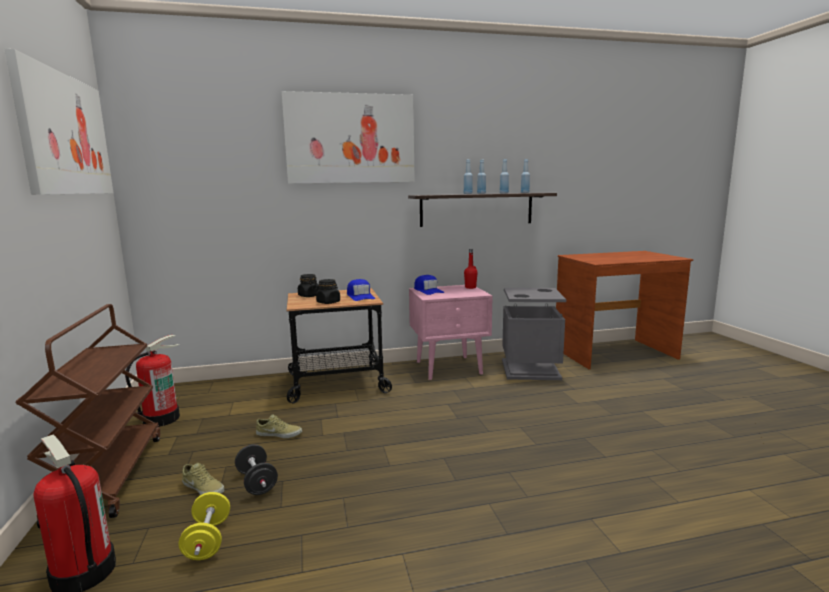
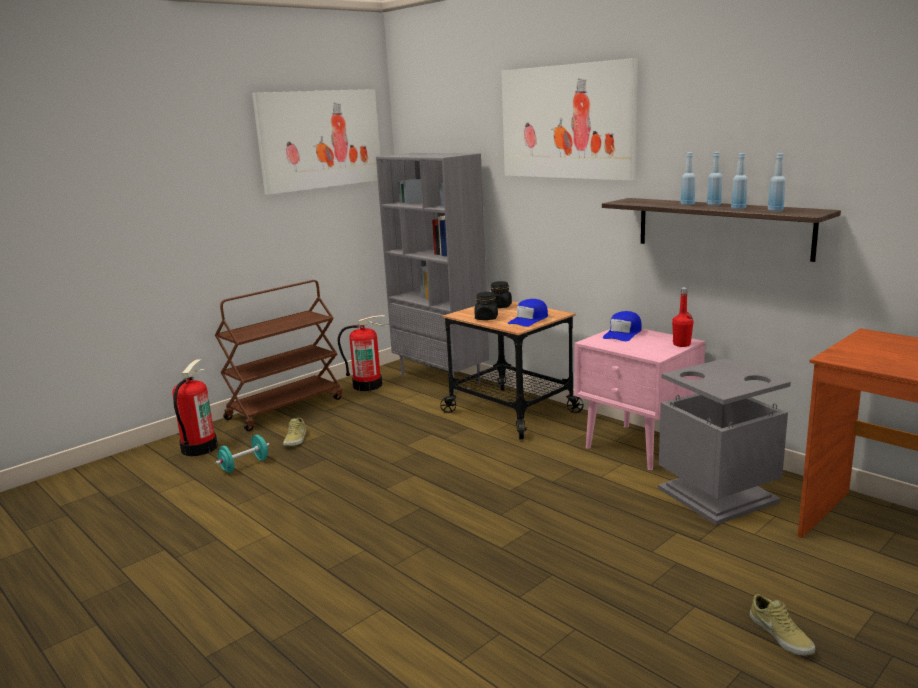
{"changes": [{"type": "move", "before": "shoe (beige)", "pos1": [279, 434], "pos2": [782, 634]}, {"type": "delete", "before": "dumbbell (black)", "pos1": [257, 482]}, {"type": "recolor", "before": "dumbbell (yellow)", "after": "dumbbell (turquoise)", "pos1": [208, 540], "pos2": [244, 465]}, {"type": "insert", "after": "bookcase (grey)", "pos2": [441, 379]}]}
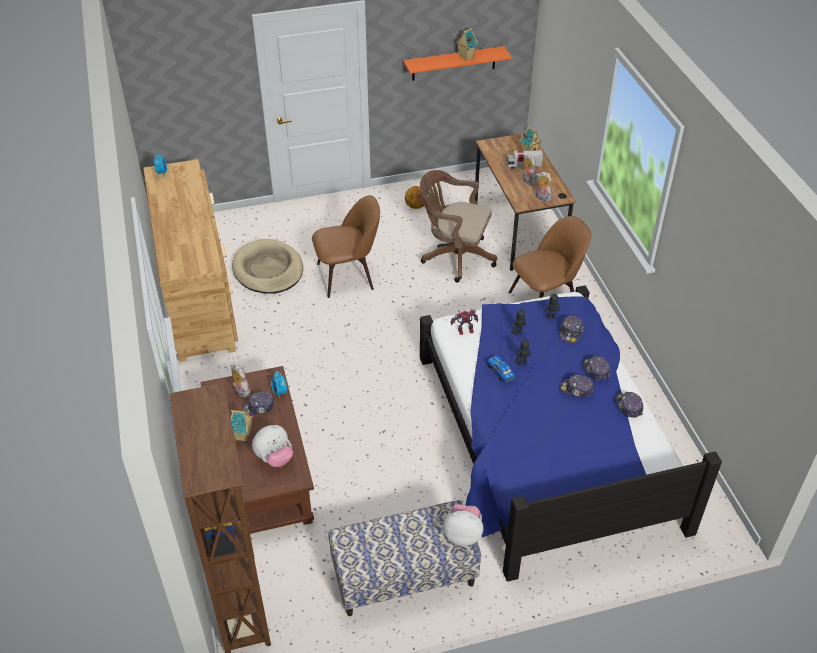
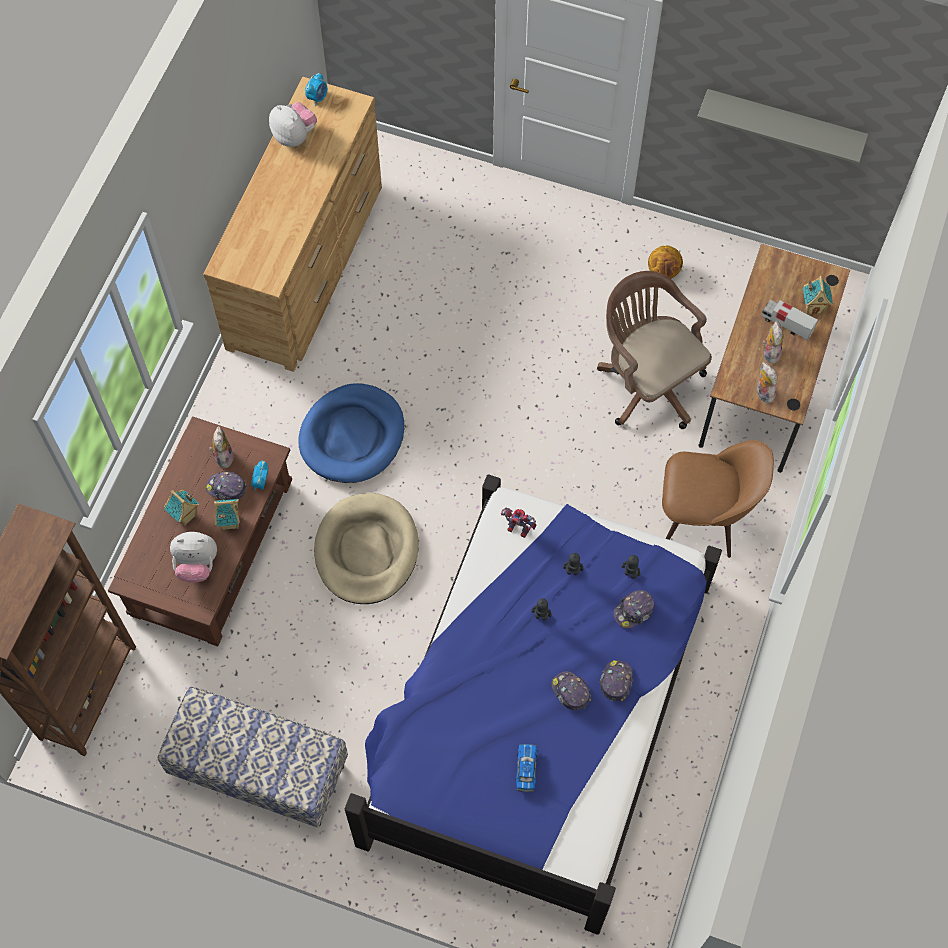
{"changes": [{"type": "move", "before": "toy house", "pos1": [466, 57], "pos2": [229, 522]}, {"type": "recolor", "before": "shelf (orange)", "after": "shelf (grey)", "pos1": [454, 63], "pos2": [784, 122]}, {"type": "delete", "before": "chair (brown)", "pos1": [348, 275]}, {"type": "move", "before": "dog bed (beige)", "pos1": [268, 270], "pos2": [366, 551]}, {"type": "move", "before": "toy car", "pos1": [501, 372], "pos2": [526, 769]}, {"type": "delete", "before": "cap", "pos1": [628, 406]}, {"type": "move", "before": "plush toy", "pos1": [463, 534], "pos2": [294, 136]}, {"type": "insert", "after": "dog bed (blue)", "pos2": [352, 436]}]}
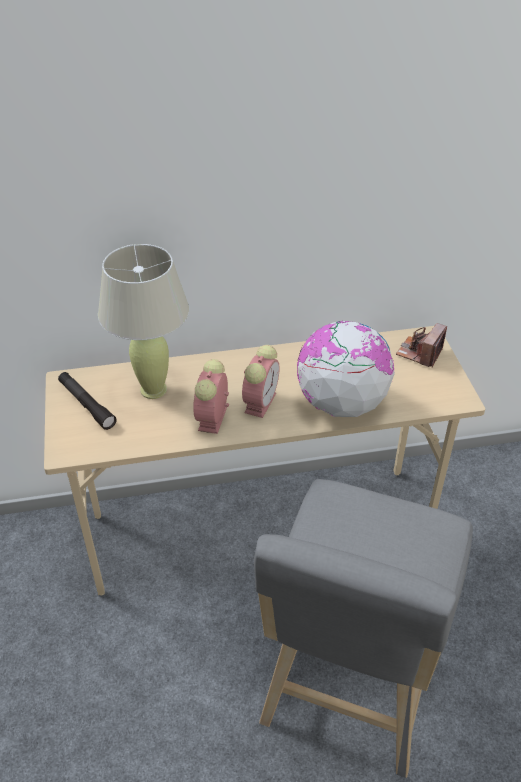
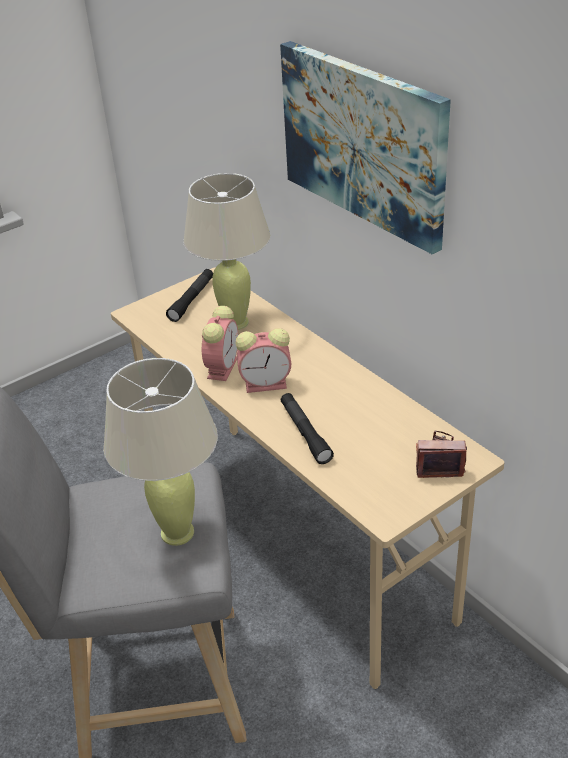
{"changes": [{"type": "replace", "before": "globe", "after": "flashlight (black)", "pos1": [341, 404], "pos2": [305, 433]}, {"type": "rotate", "before": "alarm clock", "pos1": [212, 420], "pos2": [222, 367], "turn": 120}, {"type": "insert", "after": "picture", "pos2": [364, 142]}, {"type": "insert", "after": "table lamp (beige)", "pos2": [177, 533]}]}
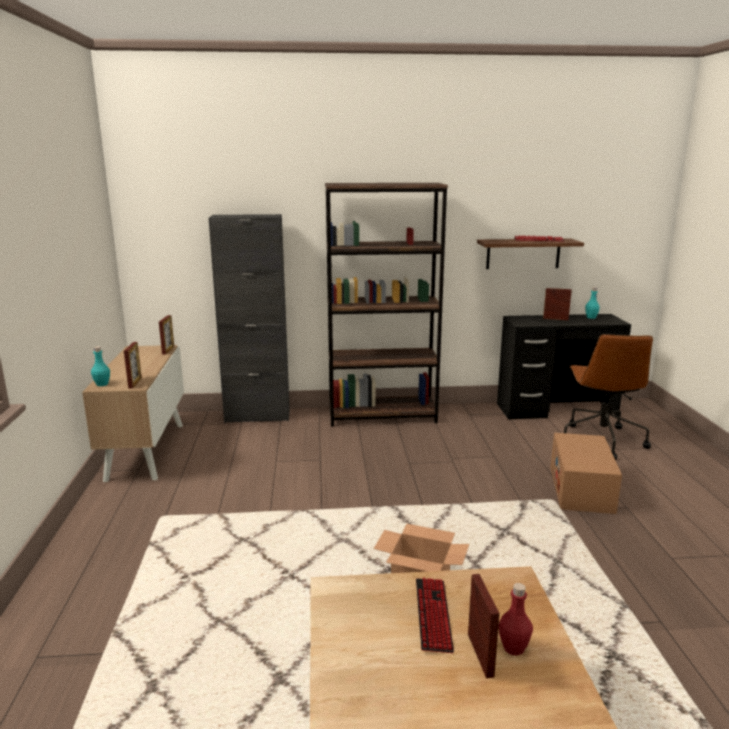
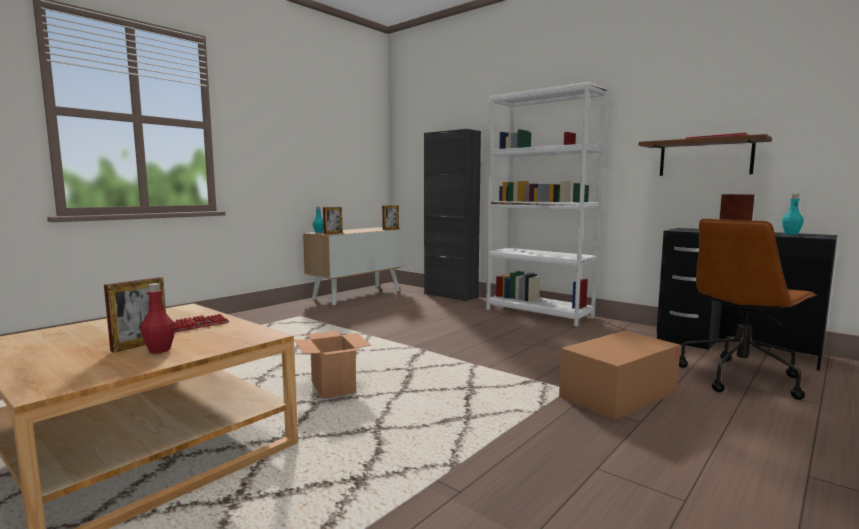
{"changes": [{"type": "recolor", "before": "bookcase (brown)", "after": "bookcase (white)", "pos1": [382, 416], "pos2": [538, 313]}]}
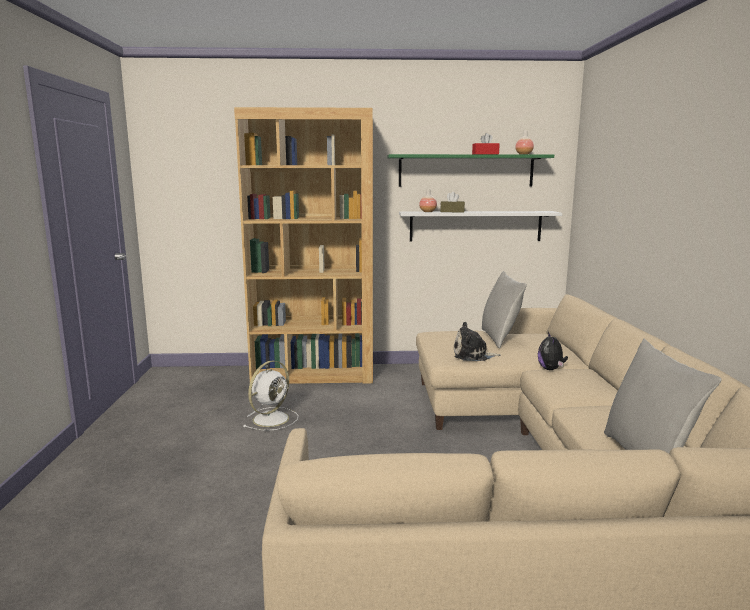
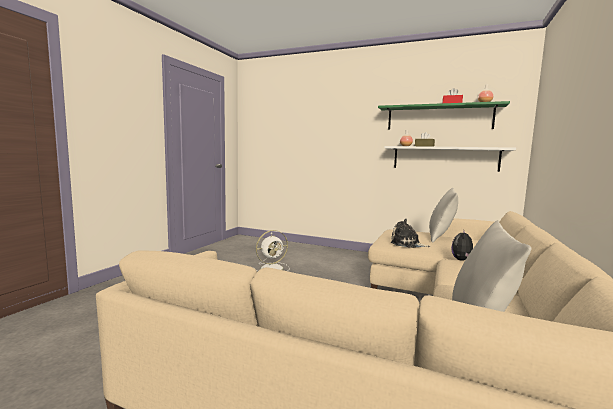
{"changes": [{"type": "delete", "before": "bookcase (brown)", "pos1": [313, 374]}]}
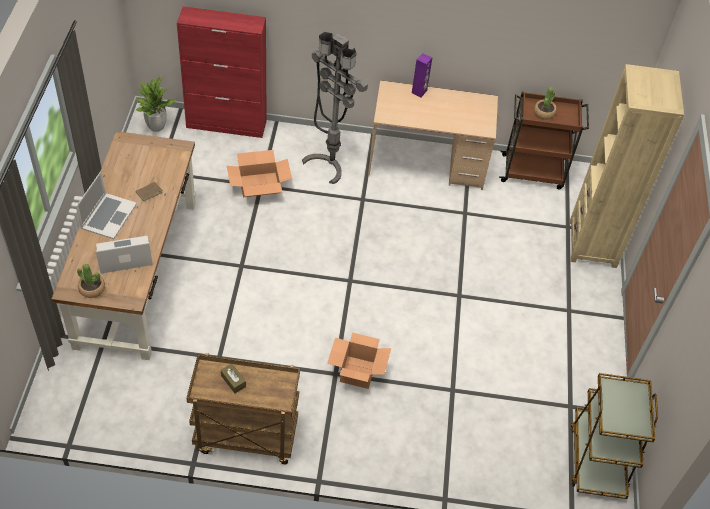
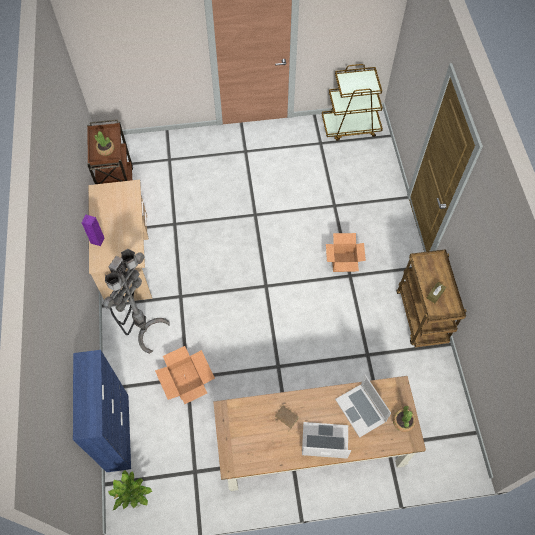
{"changes": [{"type": "recolor", "before": "cabinet (red)", "after": "cabinet (blue)", "pos1": [227, 124], "pos2": [118, 432]}, {"type": "delete", "before": "bookcase (beige)", "pos1": [593, 243]}]}
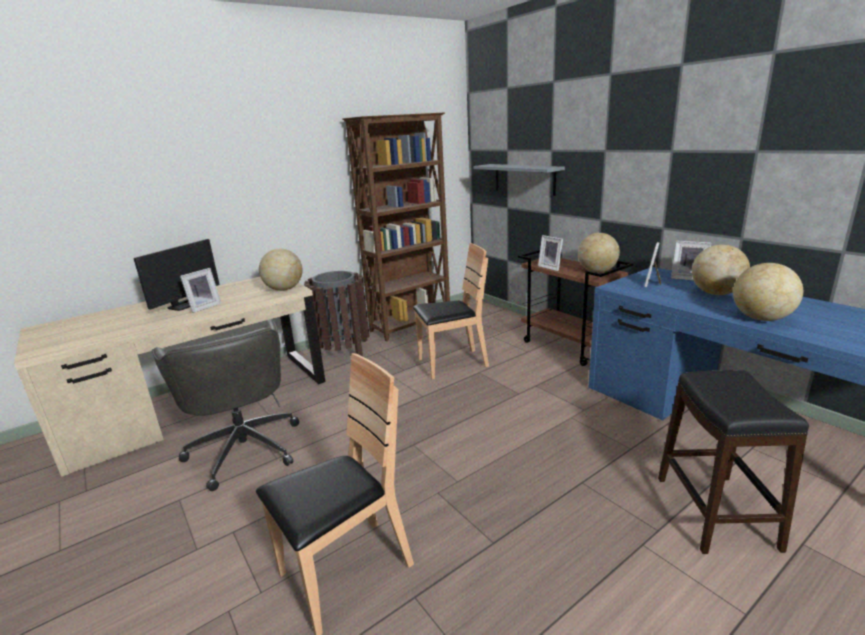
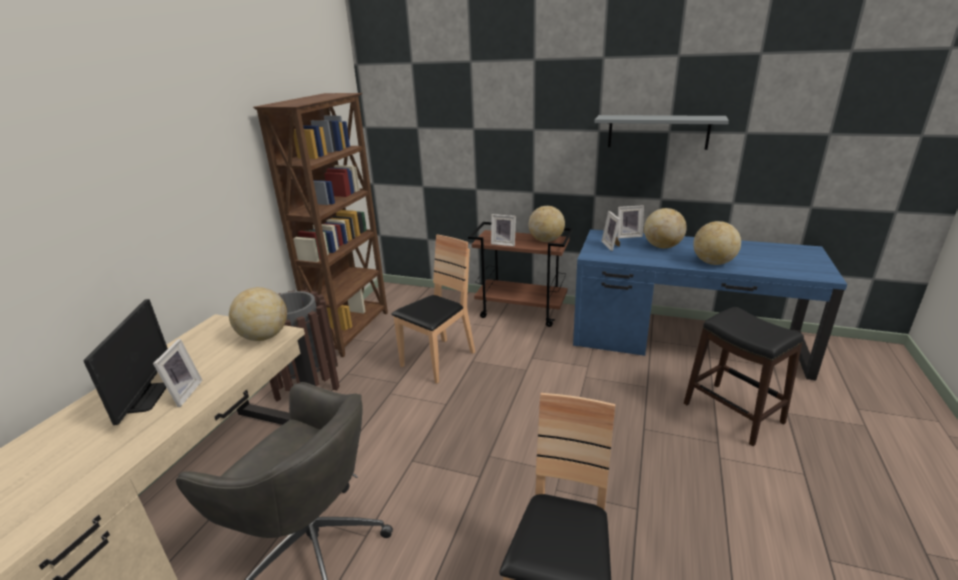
{"changes": [{"type": "move", "before": "shelf (grey)", "pos1": [524, 179], "pos2": [658, 132]}]}
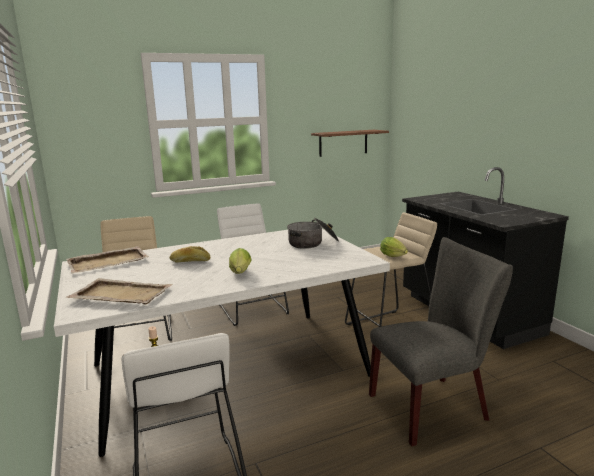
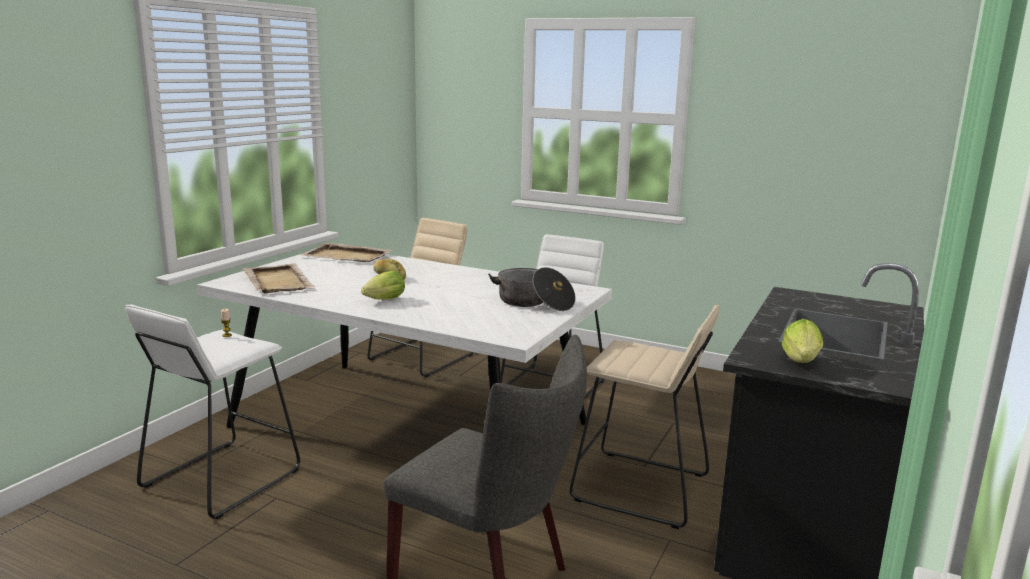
{"changes": [{"type": "delete", "before": "shelf (brown)", "pos1": [343, 143]}, {"type": "move", "before": "lettuce", "pos1": [394, 257], "pos2": [801, 363]}]}
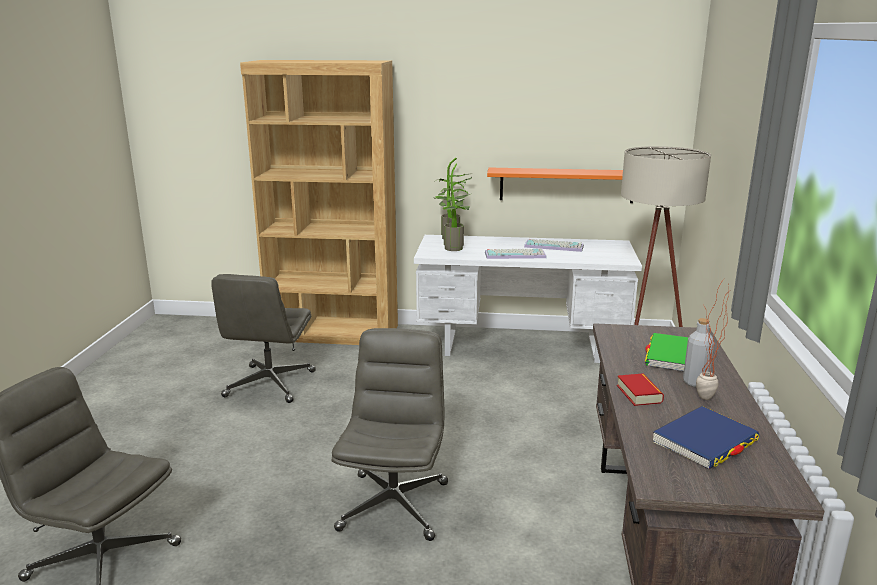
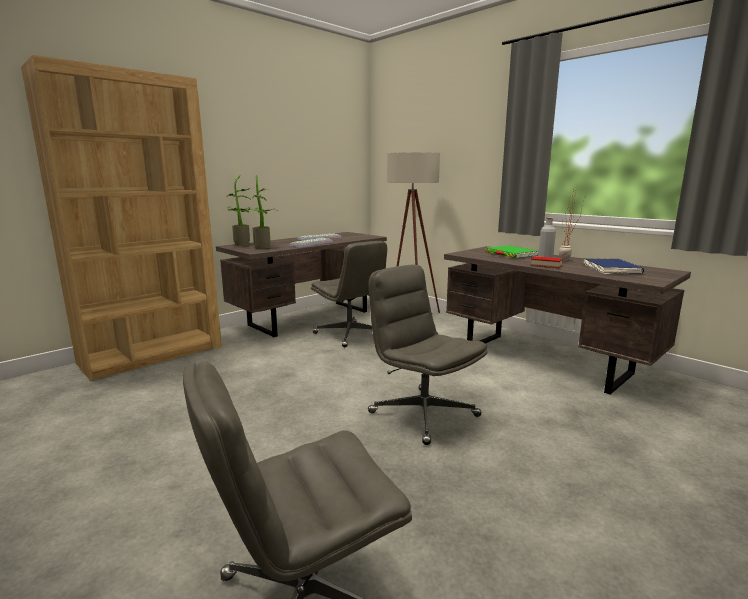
{"changes": [{"type": "delete", "before": "shelf (orange)", "pos1": [566, 185]}, {"type": "recolor", "before": "desk (white)", "after": "desk (brown)", "pos1": [522, 346], "pos2": [310, 318]}, {"type": "move", "before": "office chair (grey)", "pos1": [270, 384], "pos2": [350, 334]}]}
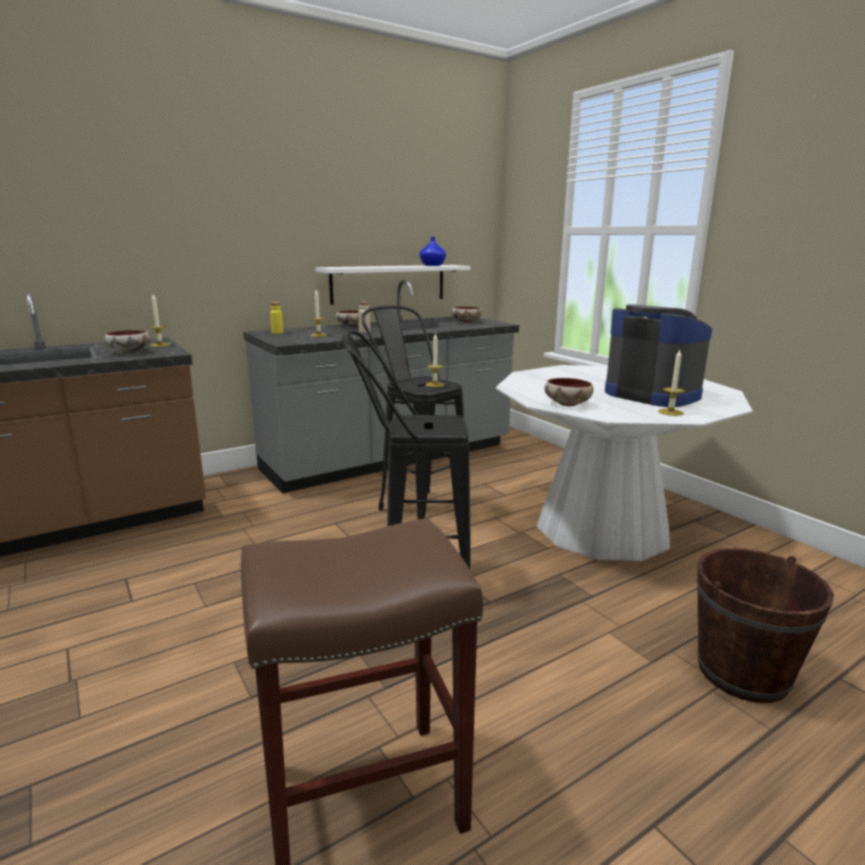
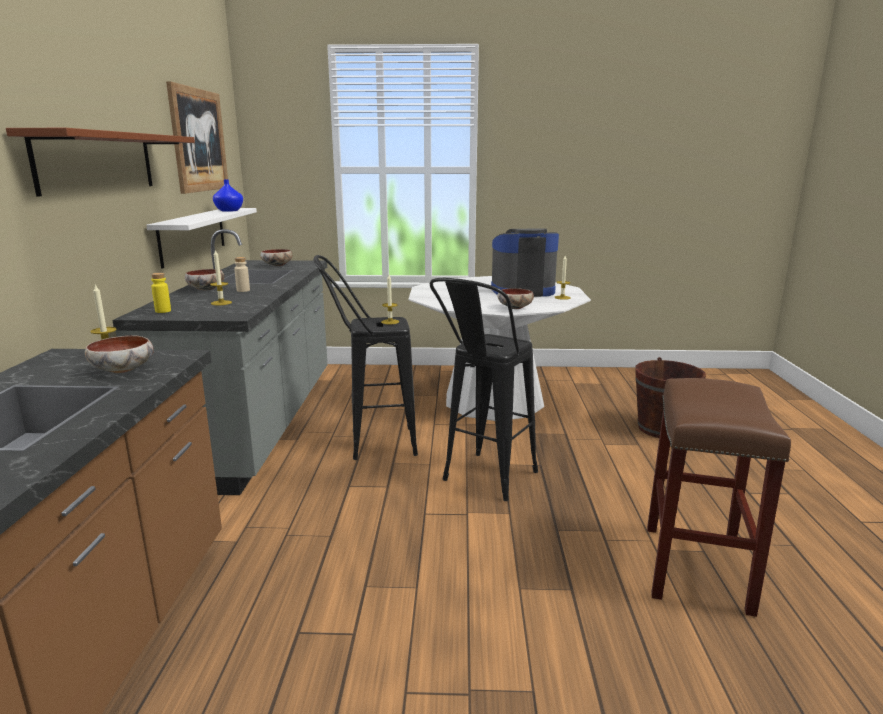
{"changes": [{"type": "insert", "after": "picture", "pos2": [199, 140]}, {"type": "insert", "after": "shelf (brown)", "pos2": [97, 162]}]}
